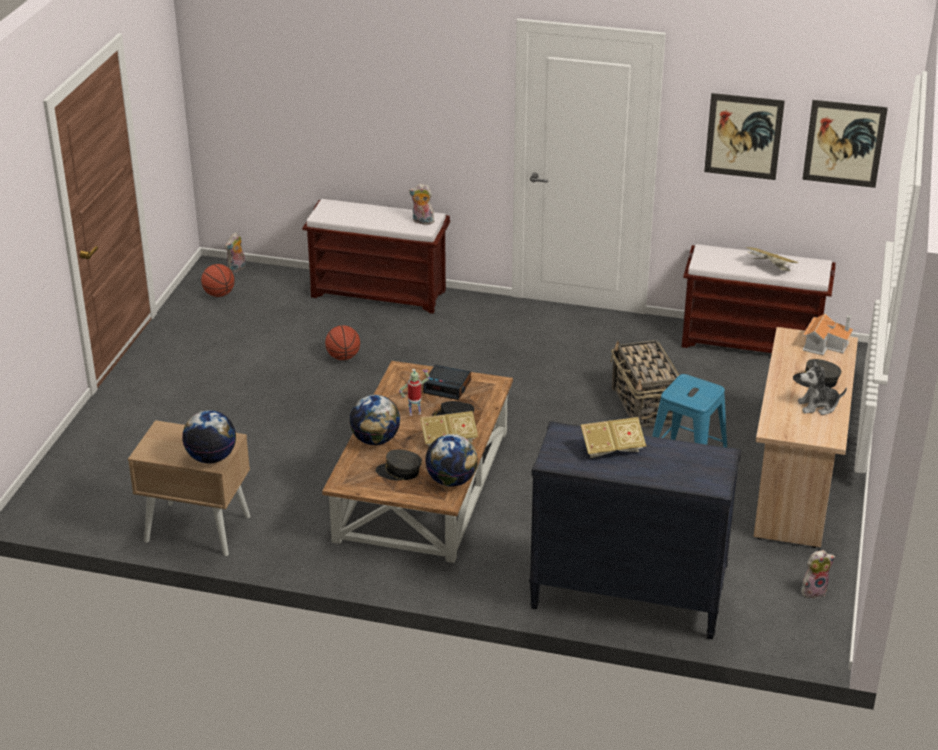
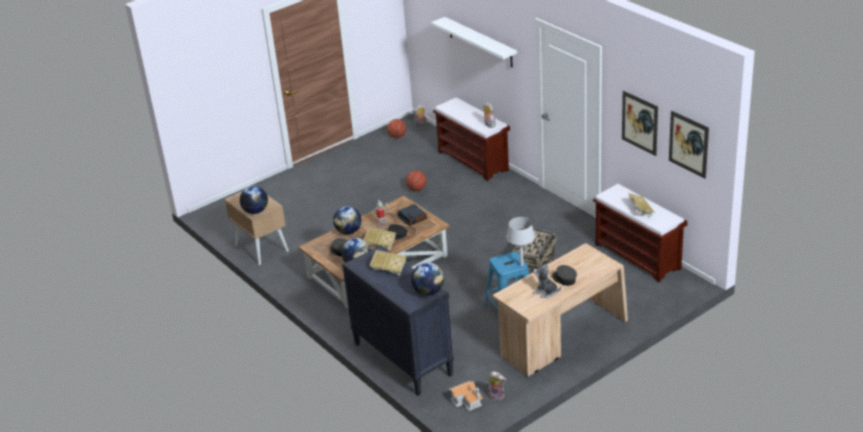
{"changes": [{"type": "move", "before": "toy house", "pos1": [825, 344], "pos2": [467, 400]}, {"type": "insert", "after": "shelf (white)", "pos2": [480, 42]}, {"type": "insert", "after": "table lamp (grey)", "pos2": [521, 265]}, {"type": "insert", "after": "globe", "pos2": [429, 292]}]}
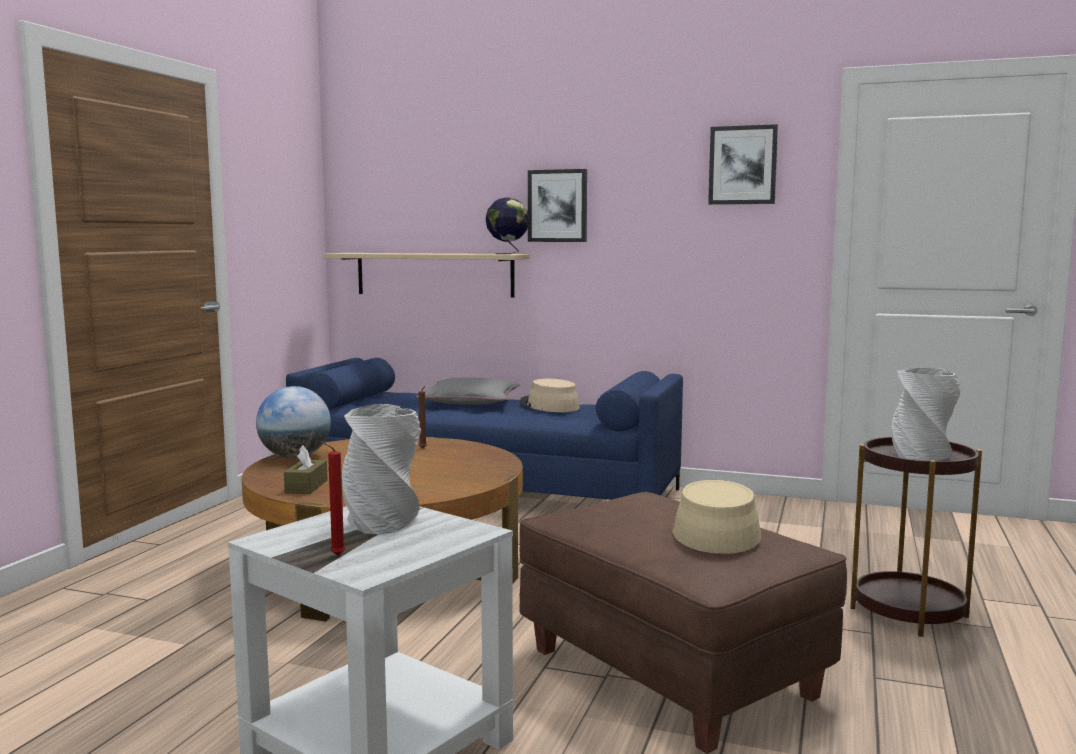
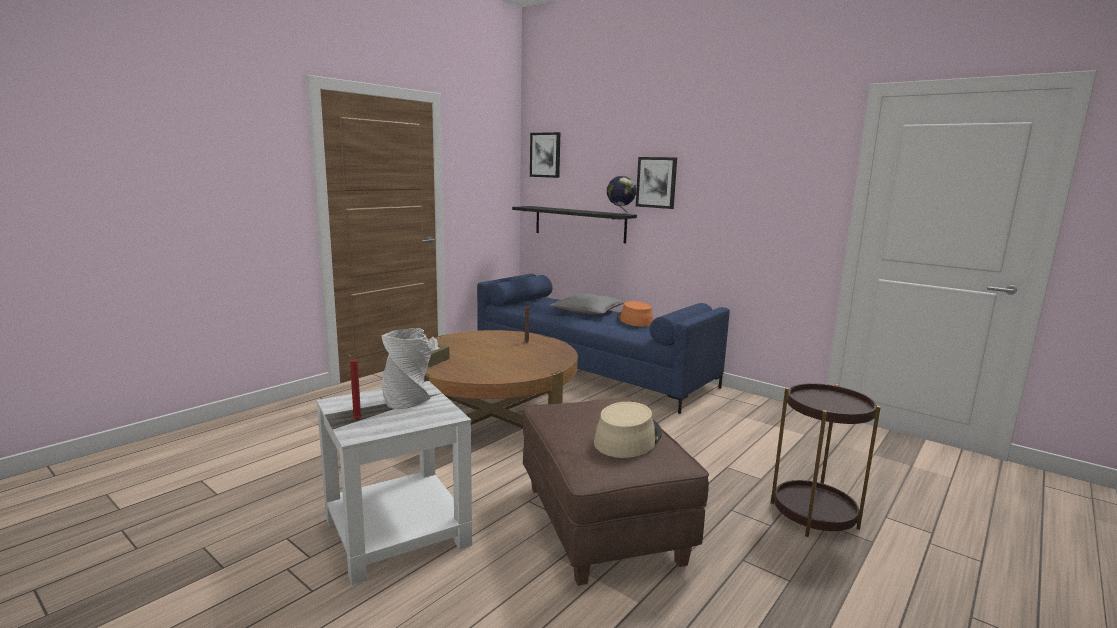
{"changes": [{"type": "move", "before": "picture", "pos1": [743, 165], "pos2": [545, 155]}, {"type": "recolor", "before": "shelf (beige)", "after": "shelf (black)", "pos1": [434, 274], "pos2": [579, 224]}, {"type": "delete", "before": "vase (grey)", "pos1": [920, 455]}, {"type": "recolor", "before": "hat (beige)", "after": "hat (orange)", "pos1": [549, 406], "pos2": [634, 320]}, {"type": "delete", "before": "globe", "pos1": [295, 457]}]}
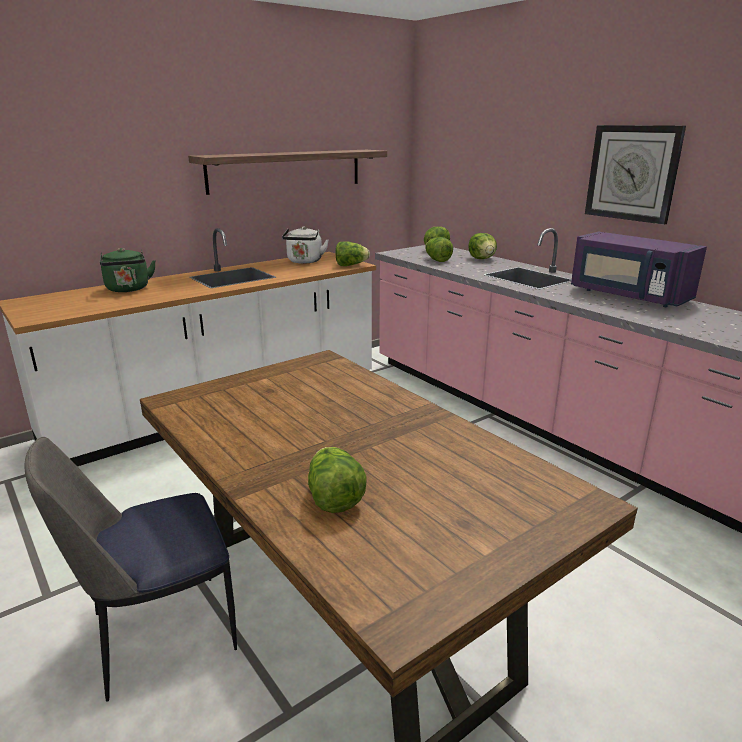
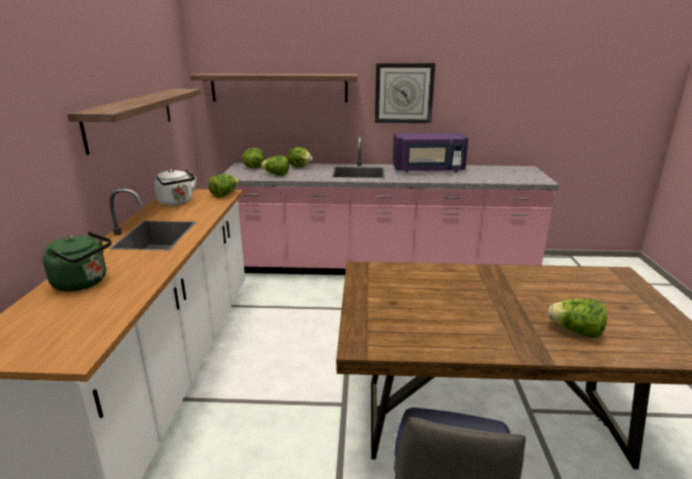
{"changes": [{"type": "insert", "after": "shelf", "pos2": [279, 87]}]}
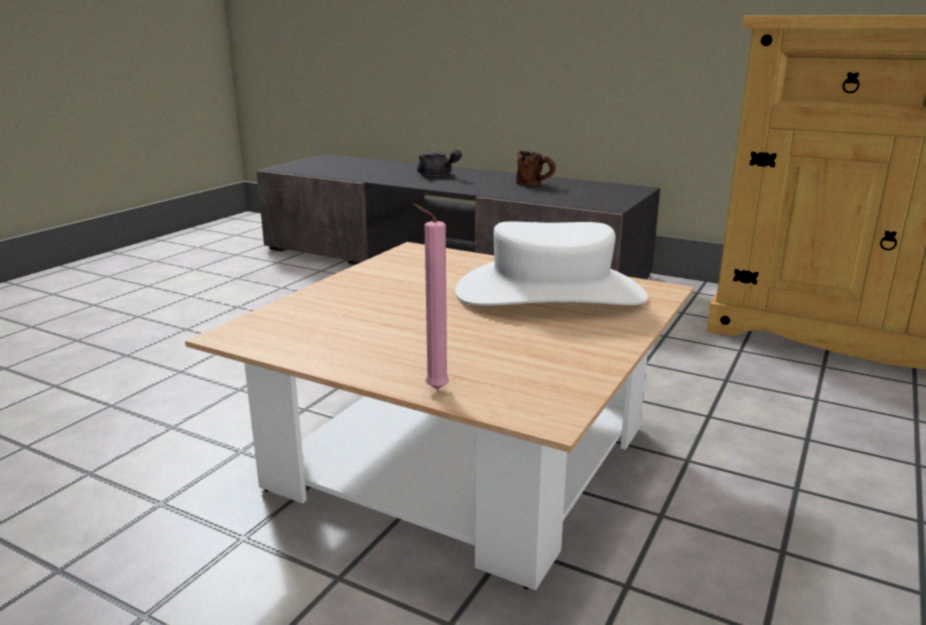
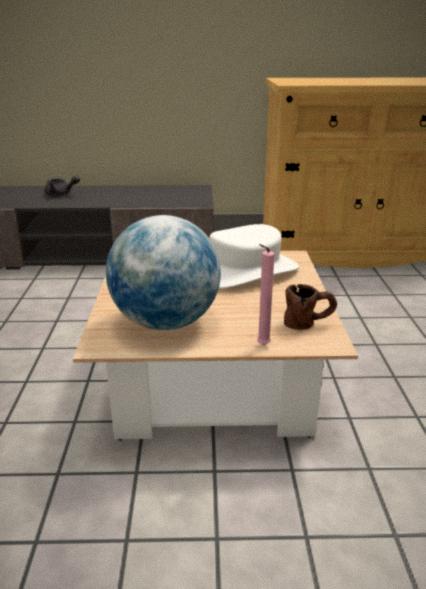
{"changes": [{"type": "move", "before": "mug (brown)", "pos1": [535, 184], "pos2": [308, 323]}, {"type": "insert", "after": "globe", "pos2": [165, 323]}]}
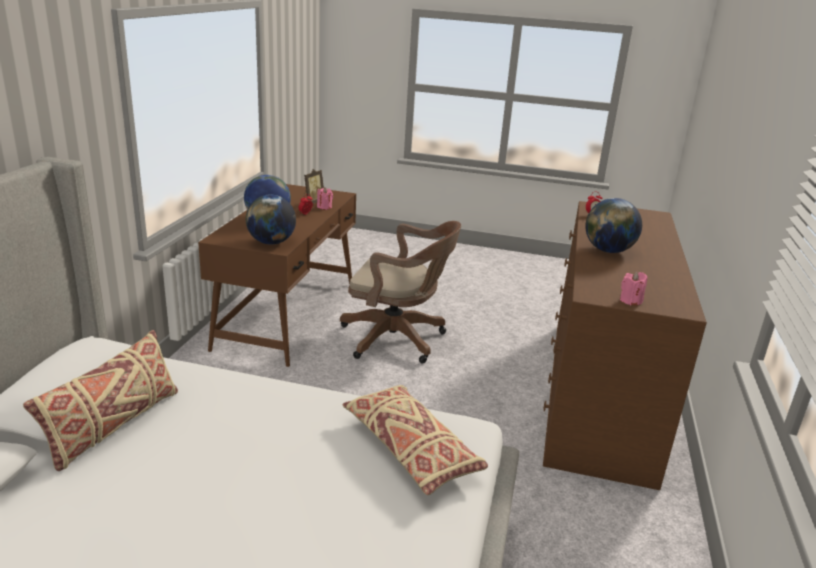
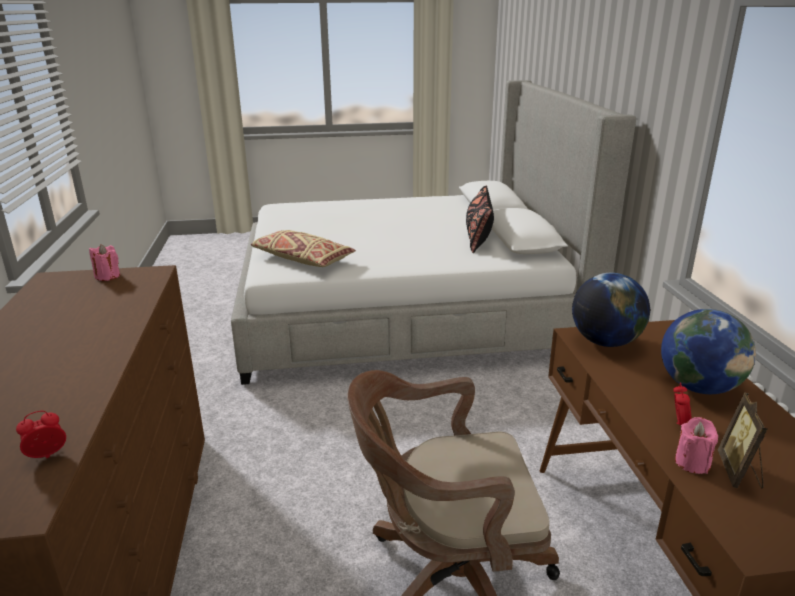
{"changes": [{"type": "delete", "before": "globe", "pos1": [608, 251]}, {"type": "recolor", "before": "pillow (beige)", "after": "pillow (black)", "pos1": [113, 426], "pos2": [478, 237]}]}
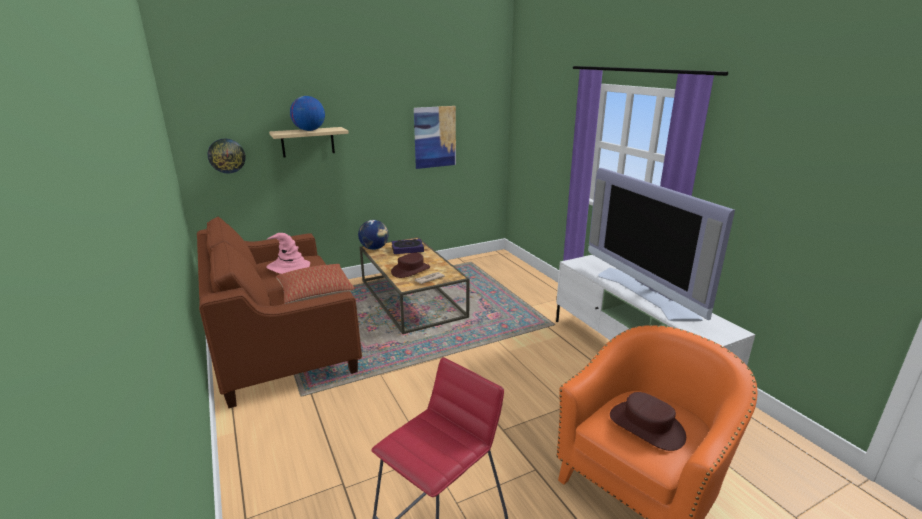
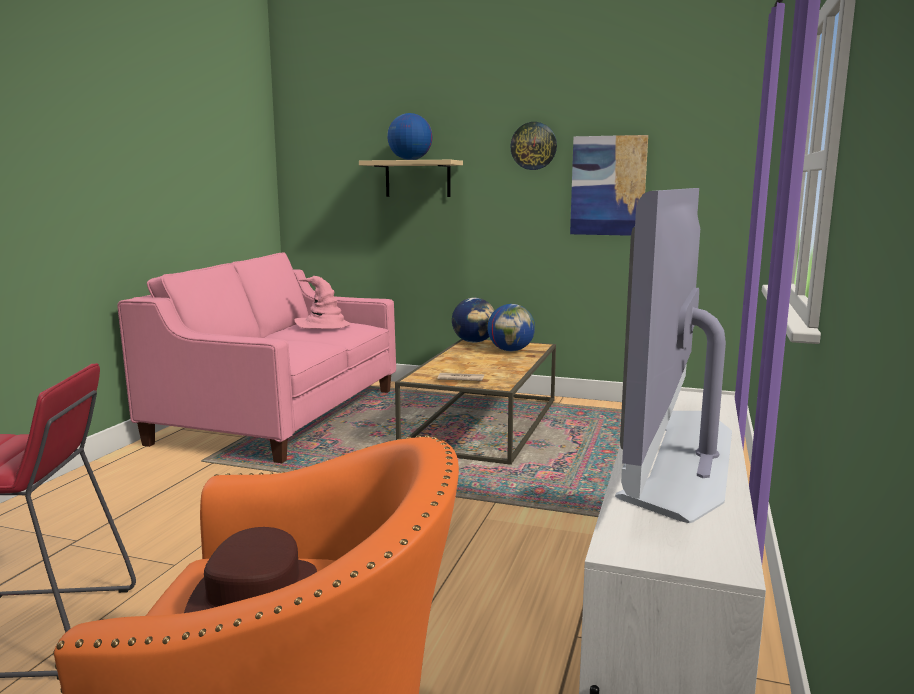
{"changes": [{"type": "move", "before": "wall clock", "pos1": [226, 155], "pos2": [533, 146]}, {"type": "recolor", "before": "sofa (brown)", "after": "sofa (pink)", "pos1": [282, 342], "pos2": [280, 416]}, {"type": "replace", "before": "book", "after": "globe", "pos1": [407, 249], "pos2": [511, 350]}, {"type": "delete", "before": "hat (brown)", "pos1": [411, 270]}, {"type": "delete", "before": "pillow", "pos1": [315, 293]}]}
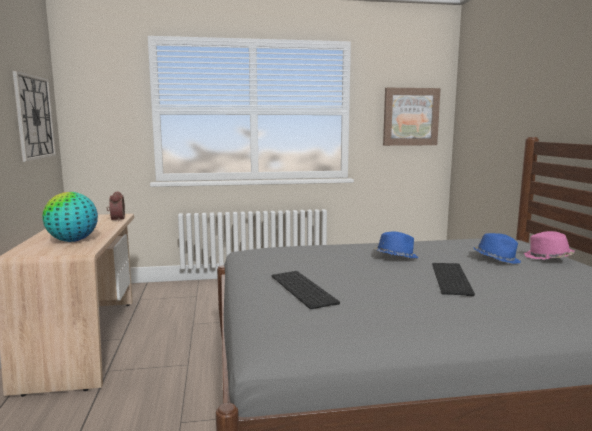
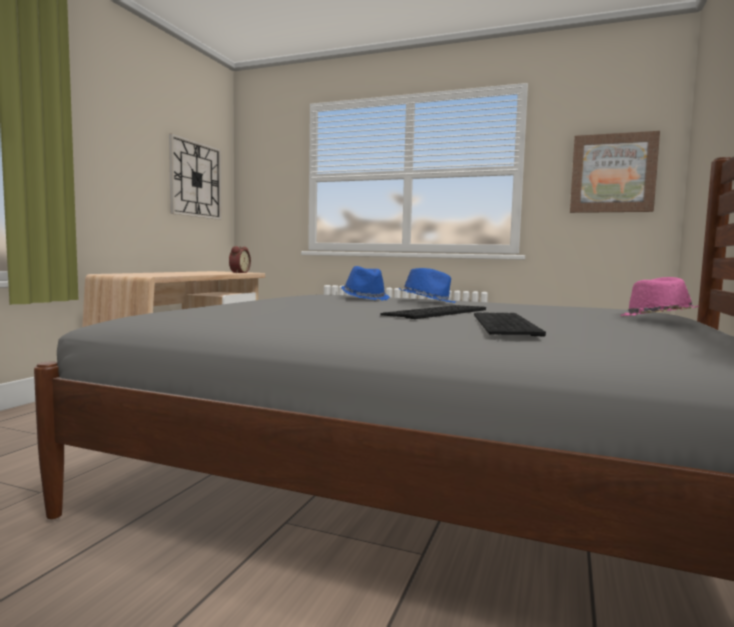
{"changes": [{"type": "delete", "before": "globe", "pos1": [72, 241]}, {"type": "move", "before": "hat (blue)", "pos1": [496, 259], "pos2": [365, 298]}, {"type": "move", "before": "keyboard", "pos1": [305, 289], "pos2": [507, 324]}]}
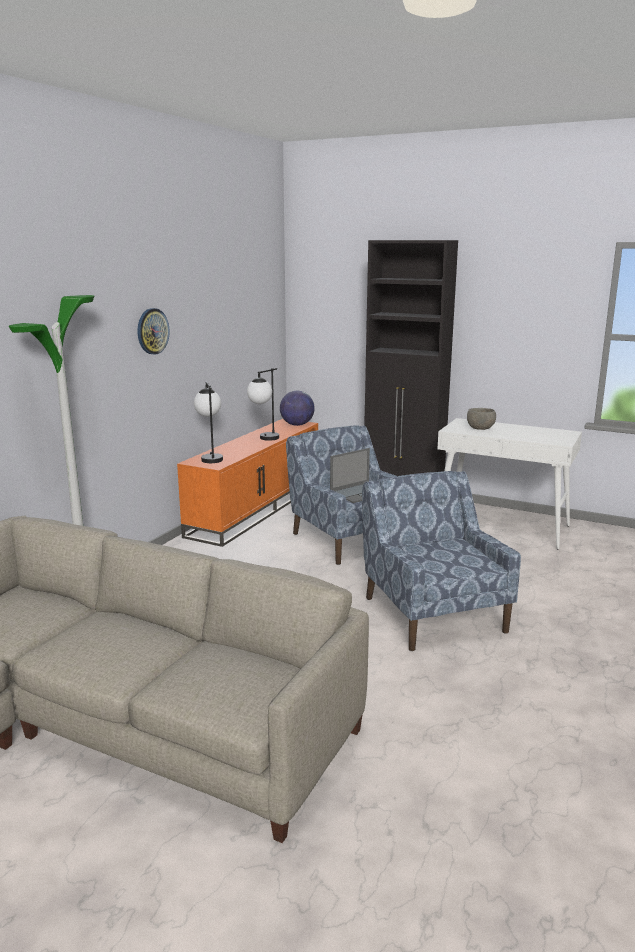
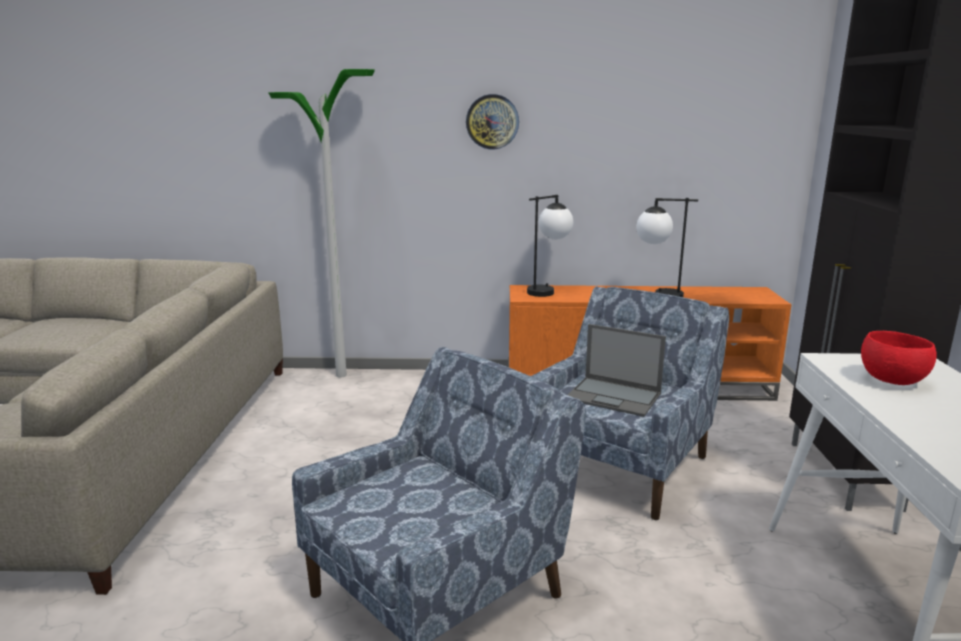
{"changes": [{"type": "delete", "before": "globe", "pos1": [297, 425]}, {"type": "recolor", "before": "bowl (grey)", "after": "bowl (red)", "pos1": [480, 429], "pos2": [893, 381]}]}
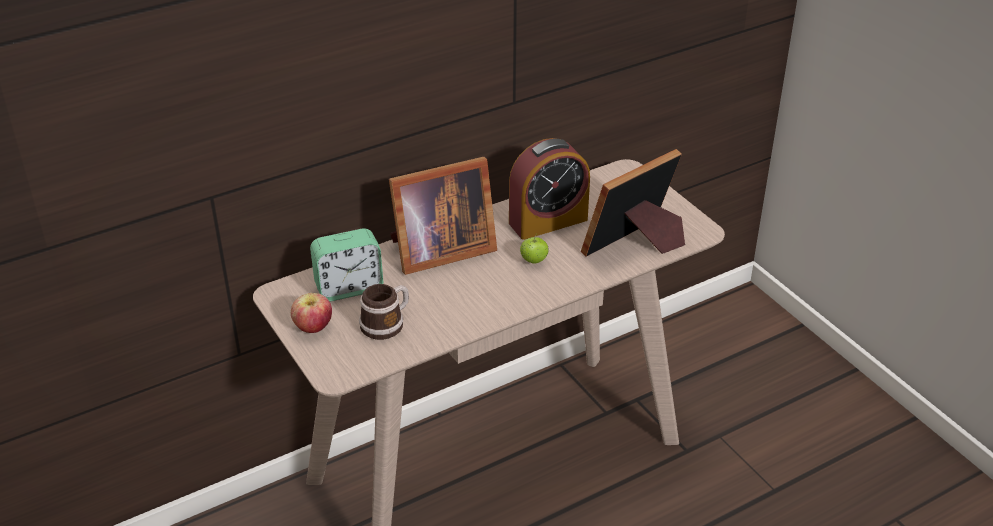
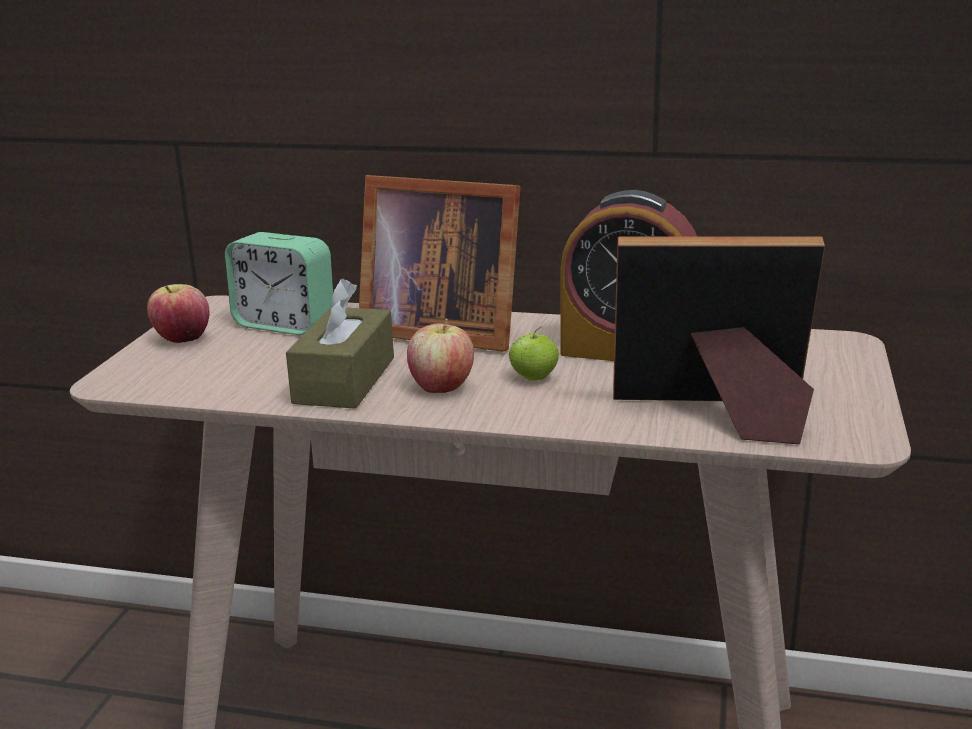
{"changes": [{"type": "delete", "before": "mug", "pos1": [387, 323]}, {"type": "insert", "after": "tissue box (brown)", "pos2": [344, 380]}, {"type": "insert", "after": "apple", "pos2": [442, 387]}]}
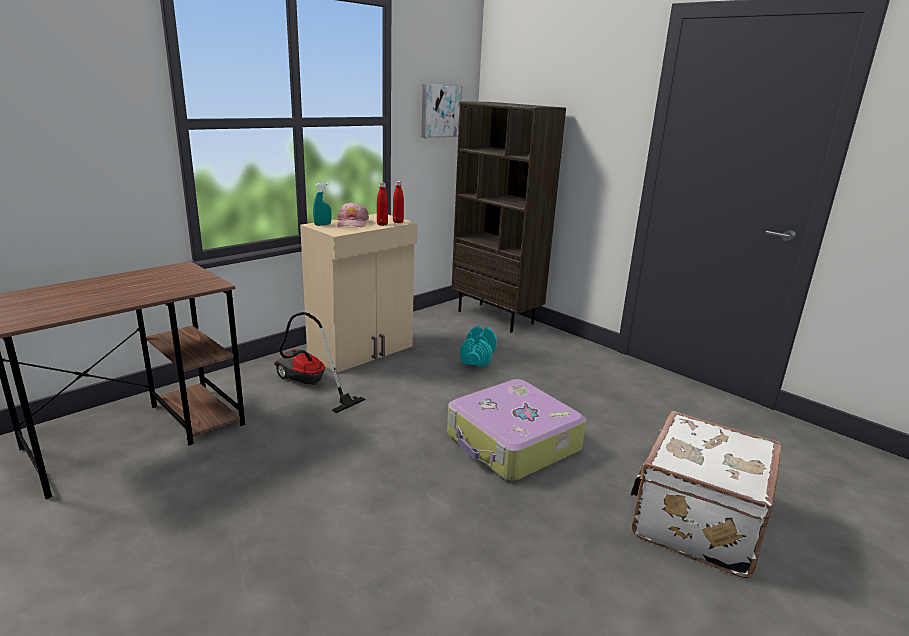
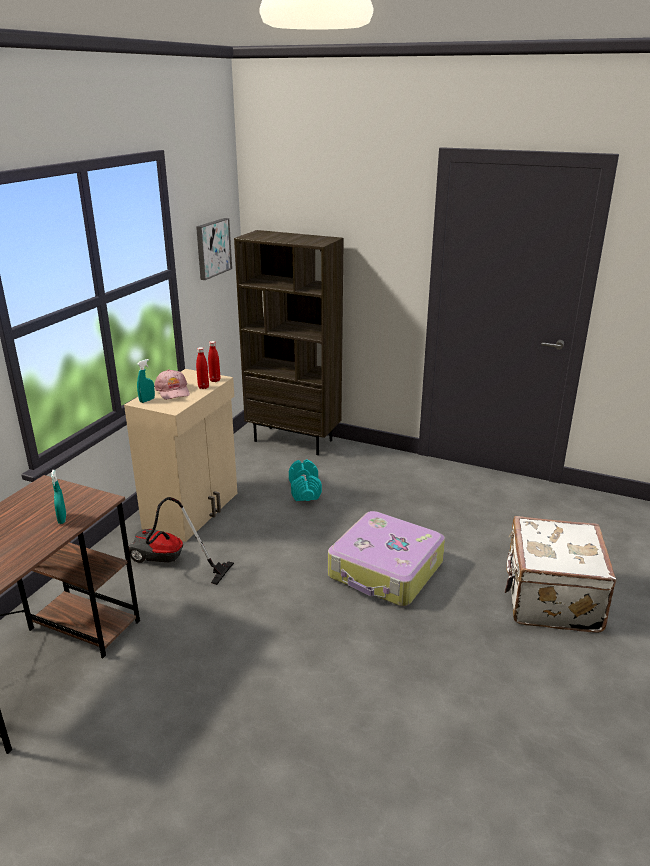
{"changes": [{"type": "insert", "after": "spray bottle (turquoise)", "pos2": [62, 519]}]}
